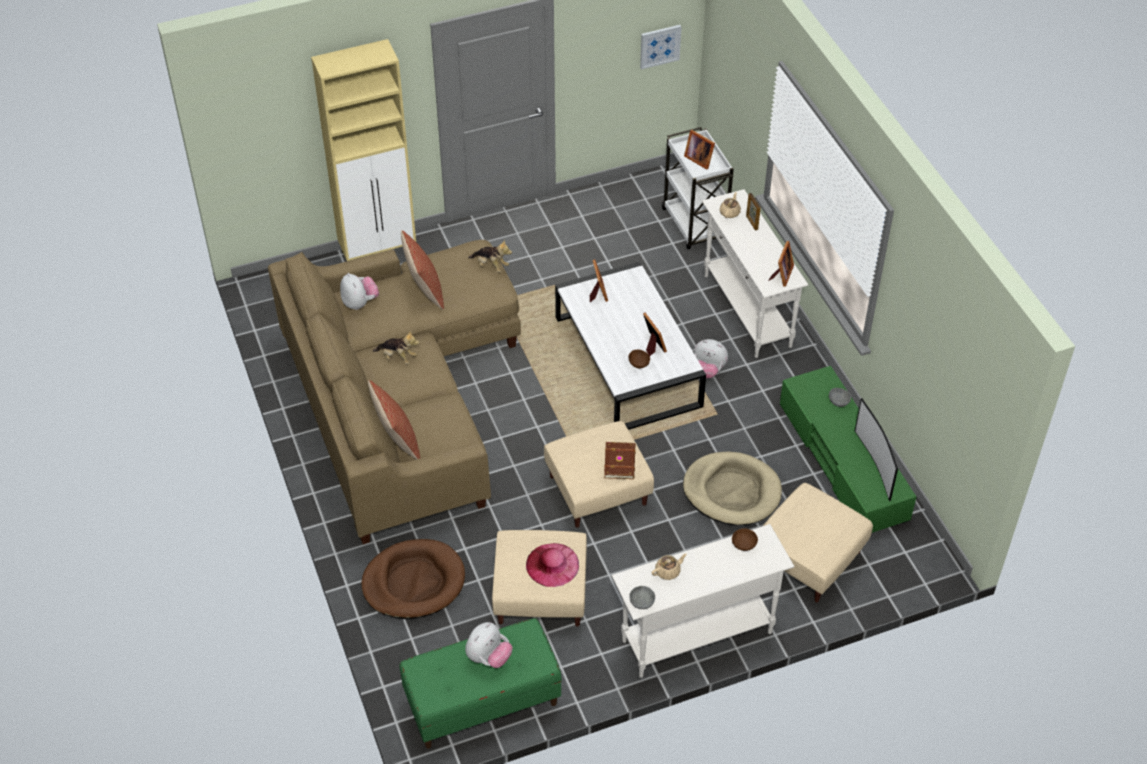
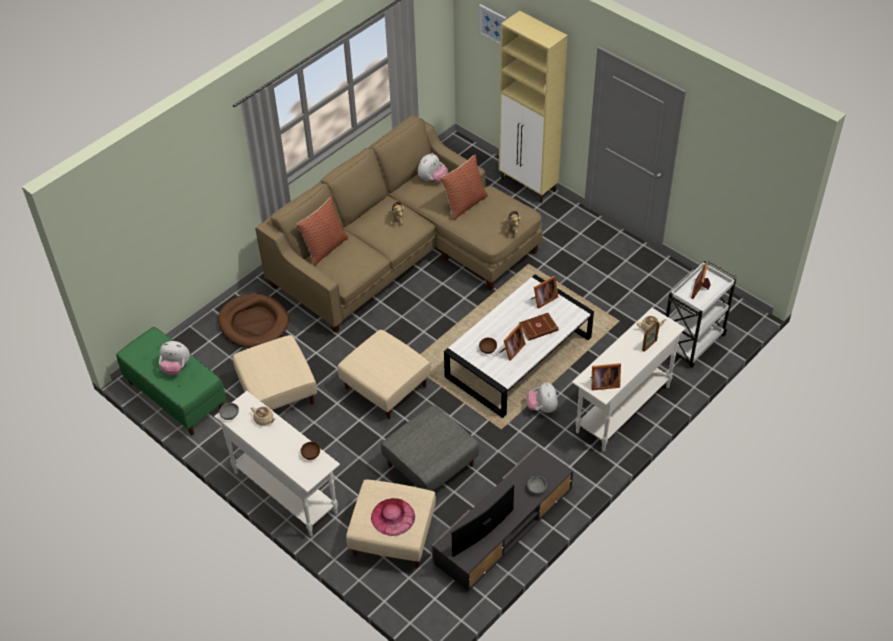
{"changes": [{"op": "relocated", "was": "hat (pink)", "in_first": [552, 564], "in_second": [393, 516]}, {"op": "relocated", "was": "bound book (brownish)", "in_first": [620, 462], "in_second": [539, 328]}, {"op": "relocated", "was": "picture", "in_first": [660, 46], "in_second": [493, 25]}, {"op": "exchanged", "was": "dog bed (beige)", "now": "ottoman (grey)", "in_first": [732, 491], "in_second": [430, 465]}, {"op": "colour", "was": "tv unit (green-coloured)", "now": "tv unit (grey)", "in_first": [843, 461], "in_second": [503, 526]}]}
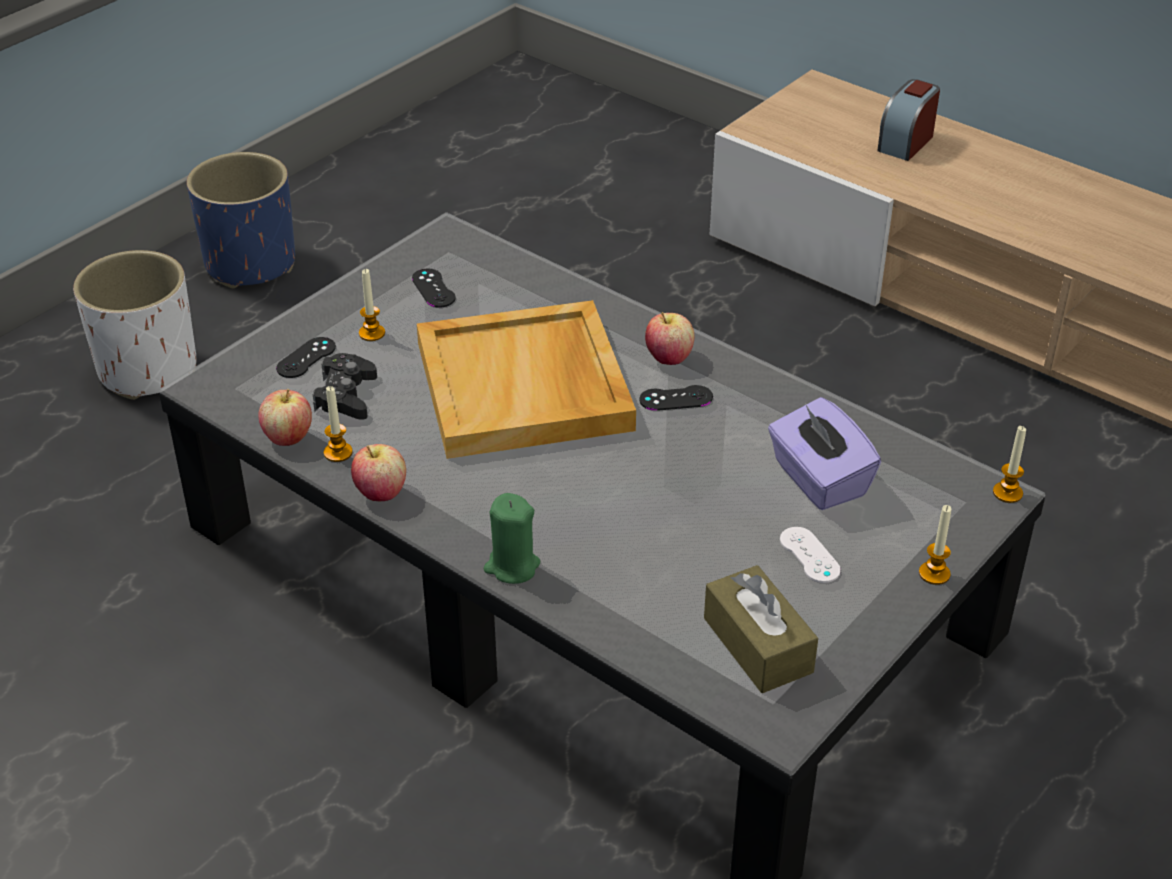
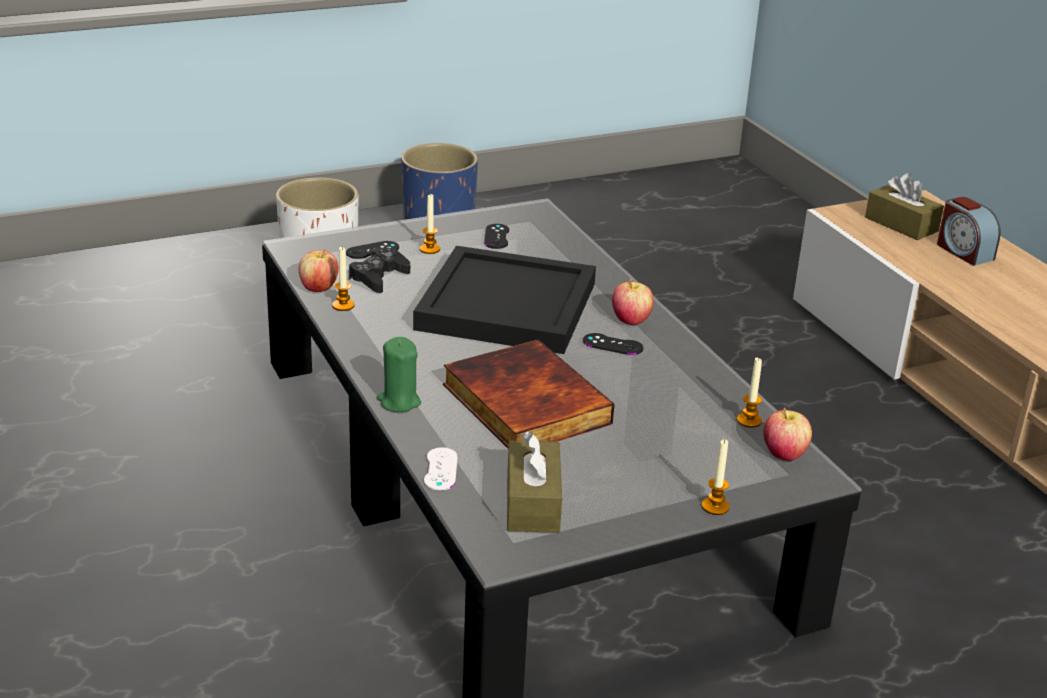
{"changes": [{"op": "missing", "was": "tissue holder (purple)", "in_first": [818, 479]}, {"op": "appeared", "now": "bound book", "in_second": [523, 404]}, {"op": "appeared", "now": "tissue holder (brownish)", "in_second": [901, 224]}, {"op": "relocated", "was": "apple", "in_first": [381, 492], "in_second": [784, 454]}, {"op": "relocated", "was": "gamepad (whitish)", "in_first": [809, 555], "in_second": [440, 469]}, {"op": "relocated", "was": "wax light", "in_first": [1007, 493], "in_second": [749, 420]}, {"op": "colour", "was": "serving tray (beige)", "now": "serving tray (blackish)", "in_first": [525, 387], "in_second": [508, 307]}, {"op": "spun", "was": "table clock", "in_first": [906, 142], "in_second": [963, 251], "clockwise": -90}]}
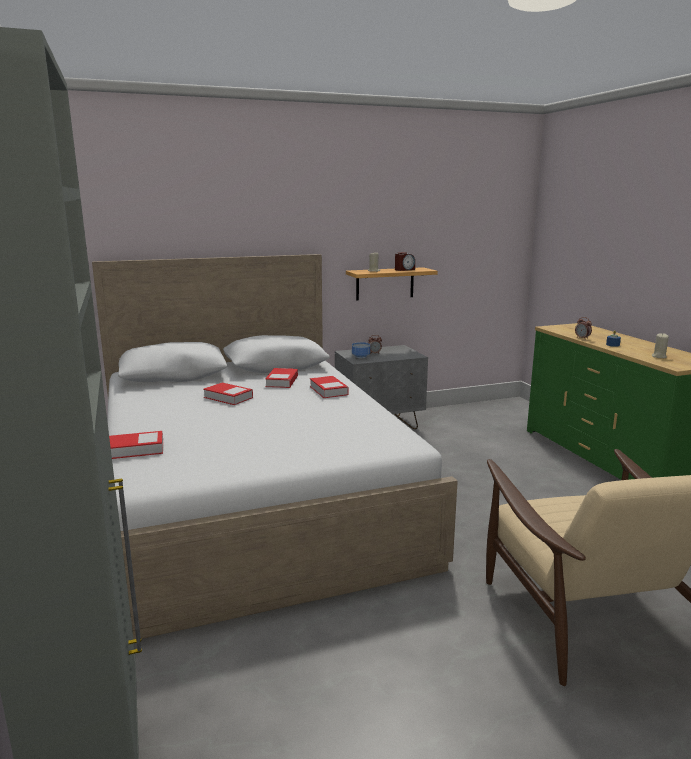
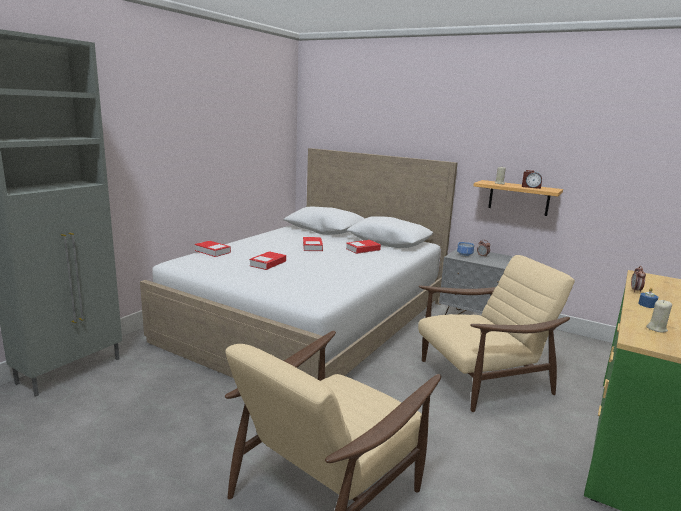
{"changes": [{"op": "appeared", "now": "easy chair (beige)", "in_second": [482, 378]}, {"op": "relocated", "was": "bound book", "in_first": [328, 390], "in_second": [268, 264]}]}
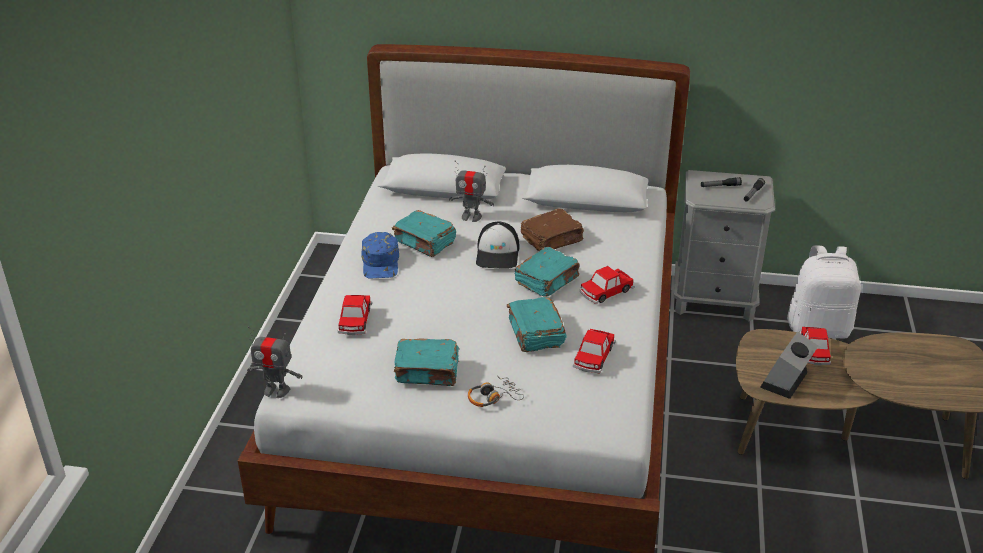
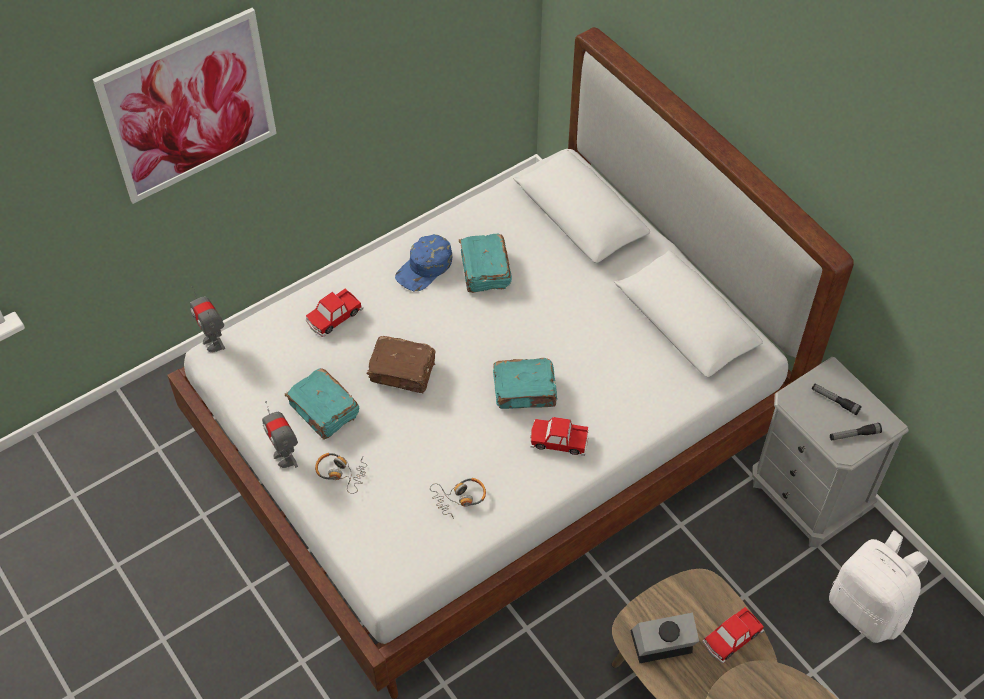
{"changes": [{"op": "missing", "was": "baseball cap", "in_first": [498, 254]}, {"op": "missing", "was": "bound book (turquoise-coloured)", "in_first": [535, 334]}, {"op": "appeared", "now": "picture", "in_second": [189, 106]}, {"op": "relocated", "was": "toy robot", "in_first": [471, 217], "in_second": [285, 457]}, {"op": "relocated", "was": "bound book (brownish)", "in_first": [552, 240], "in_second": [403, 372]}, {"op": "exchanged", "was": "toy car", "now": "headphones", "in_first": [593, 357], "in_second": [459, 498]}]}
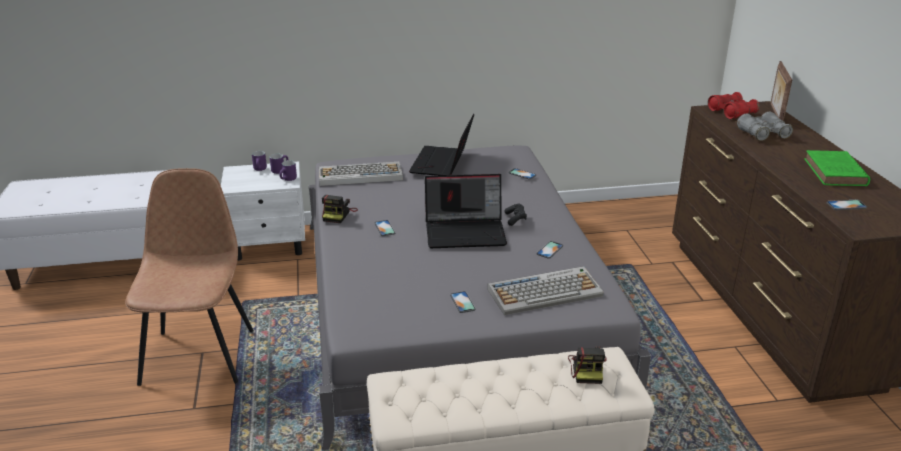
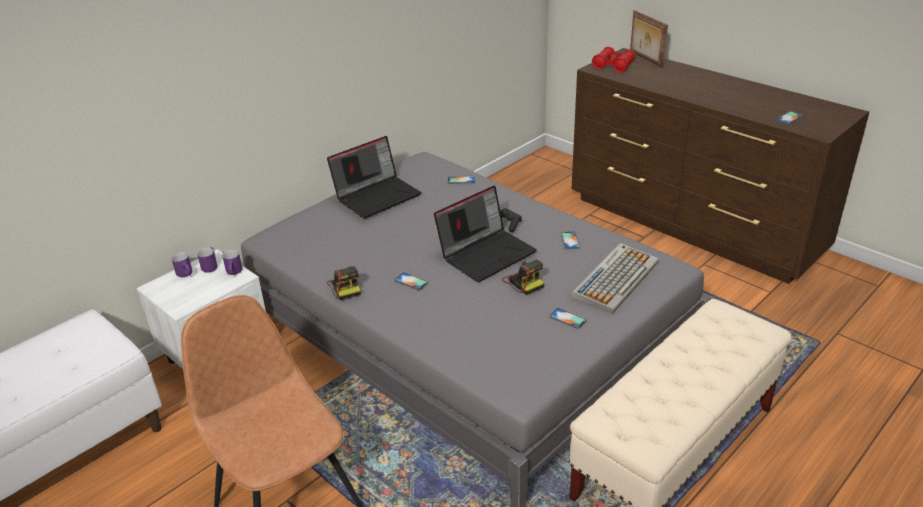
{"changes": [{"op": "missing", "was": "keyboard", "in_first": [359, 175]}, {"op": "missing", "was": "field glasses (grey)", "in_first": [763, 134]}, {"op": "missing", "was": "bound book (green-coloured)", "in_first": [835, 173]}, {"op": "relocated", "was": "photo camera", "in_first": [587, 369], "in_second": [523, 282]}, {"op": "spun", "was": "notebook computer", "in_first": [442, 163], "in_second": [377, 196], "clockwise": -105}]}
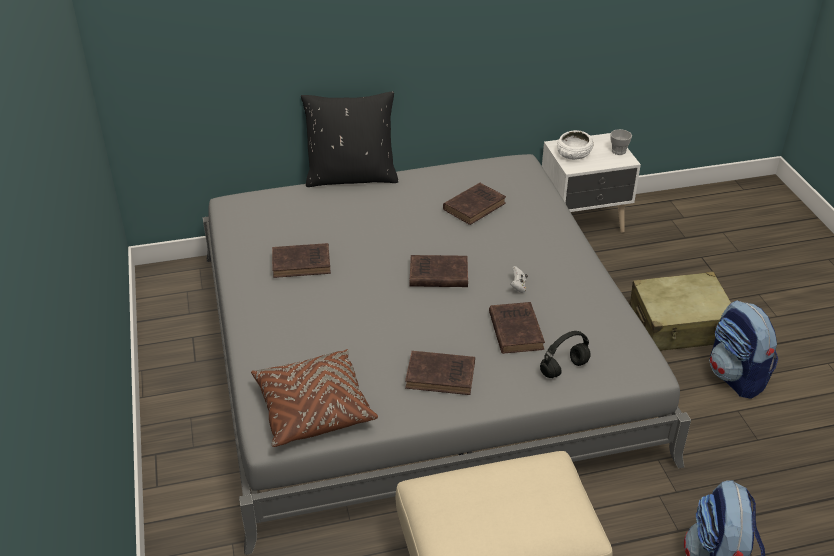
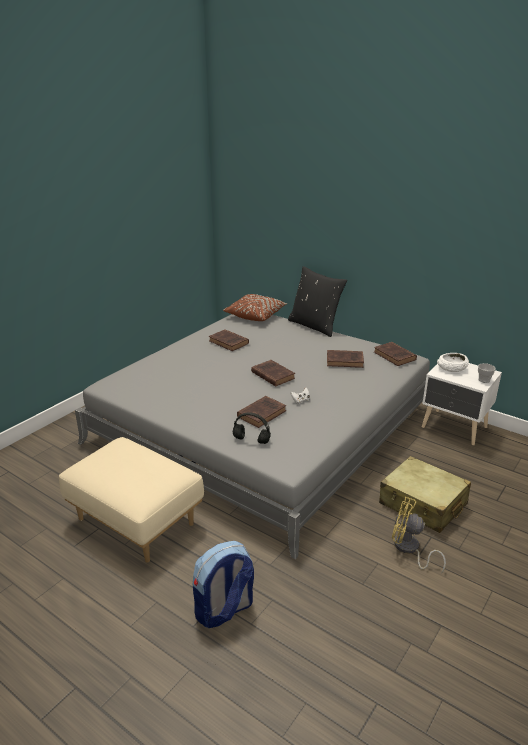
{"changes": [{"op": "relocated", "was": "throw pillow (brownish)", "in_first": [313, 409], "in_second": [255, 315]}, {"op": "relocated", "was": "bound book (brownish)", "in_first": [442, 376], "in_second": [395, 356]}, {"op": "exchanged", "was": "backpack", "now": "fan (yellow-coloured)", "in_first": [736, 377], "in_second": [409, 549]}]}
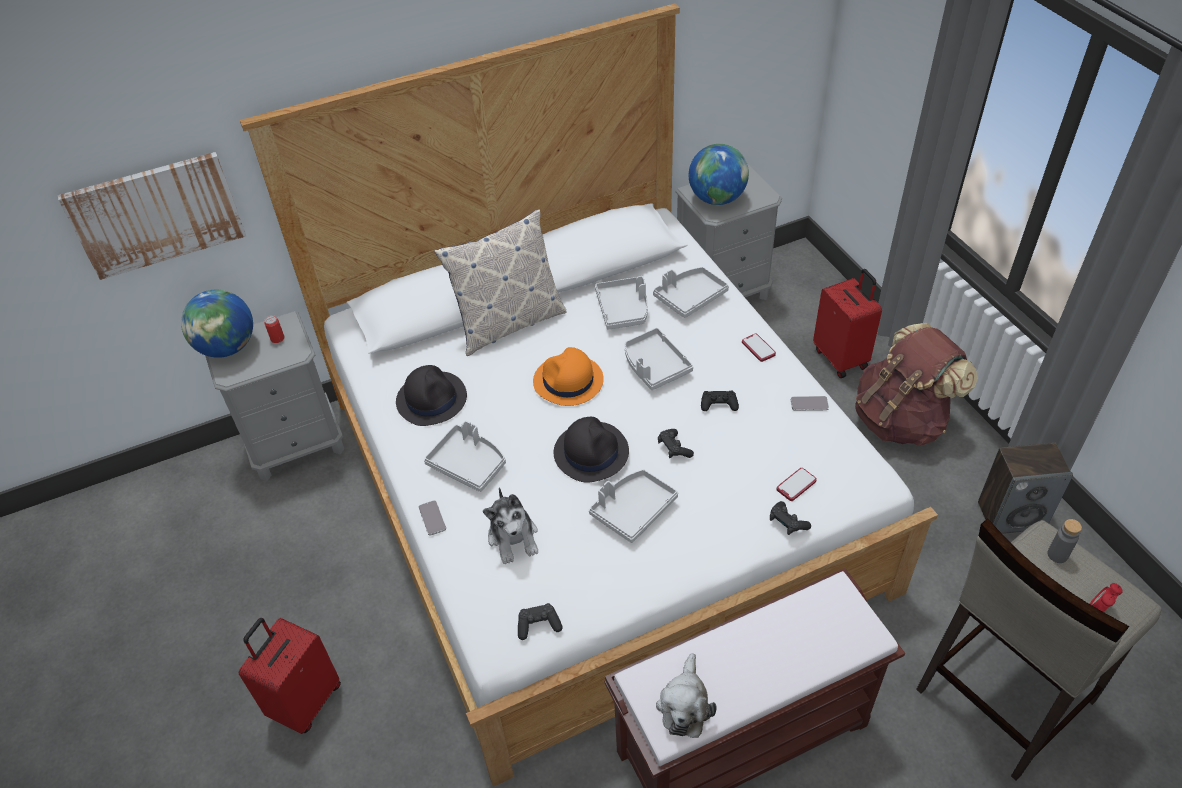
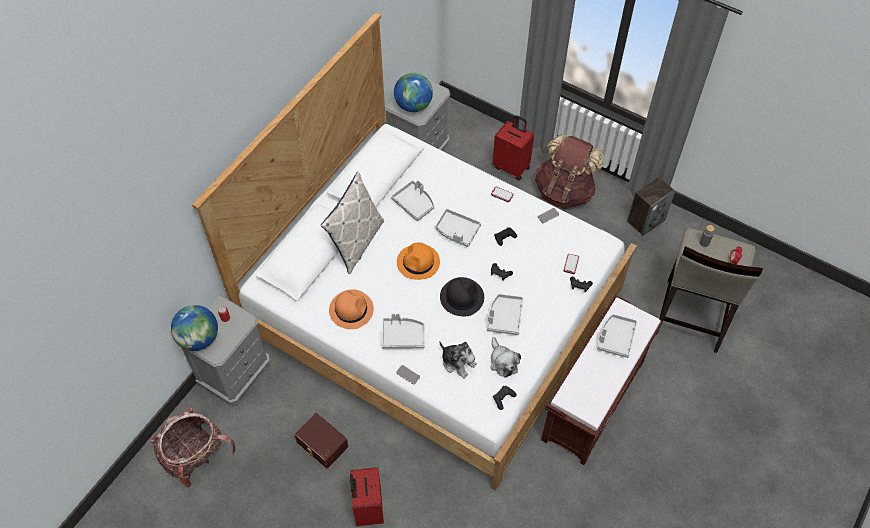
{"changes": [{"op": "missing", "was": "picture", "in_first": [156, 214]}, {"op": "appeared", "now": "backpack", "in_second": [196, 456]}, {"op": "appeared", "now": "storage box (brownish)", "in_second": [321, 445]}, {"op": "relocated", "was": "serving tray (grey)", "in_first": [690, 297], "in_second": [616, 338]}, {"op": "relocated", "was": "cuddly toy", "in_first": [685, 705], "in_second": [502, 362]}, {"op": "colour", "was": "hat (blackish)", "now": "hat (orange-coloured)", "in_first": [431, 399], "in_second": [351, 309]}]}
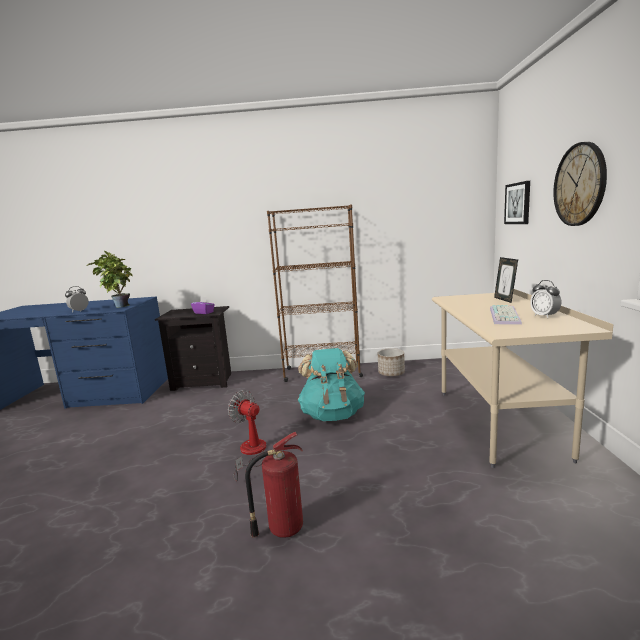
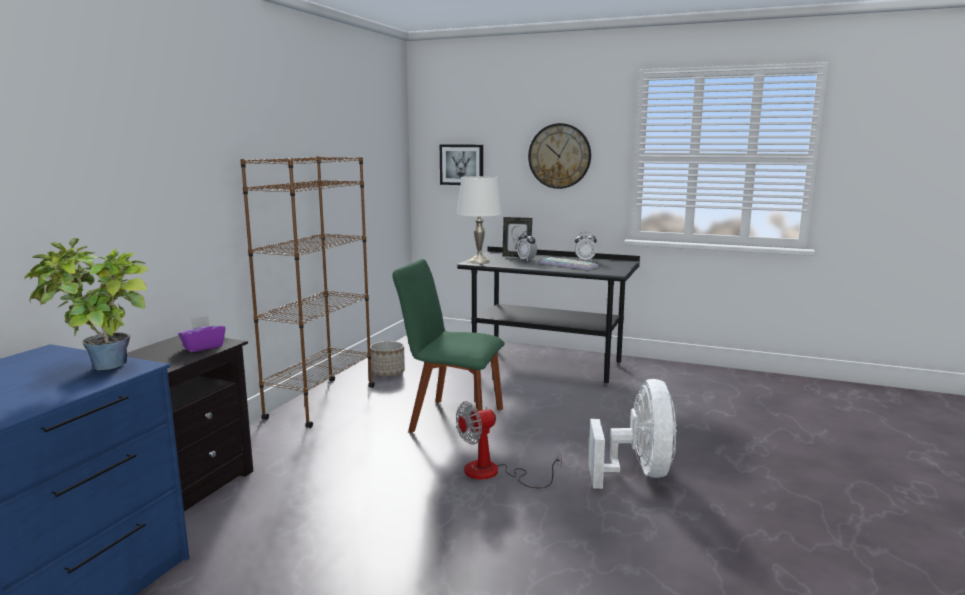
{"changes": [{"op": "appeared", "now": "lamp for a table (whitish)", "in_second": [479, 261]}, {"op": "relocated", "was": "table clock", "in_first": [79, 311], "in_second": [526, 260]}, {"op": "exchanged", "was": "fire-fighting cylinder", "now": "fan (whitish)", "in_first": [283, 528], "in_second": [638, 473]}, {"op": "exchanged", "was": "backpack (turquoise-coloured)", "now": "chair (green-coloured)", "in_first": [332, 414], "in_second": [452, 419]}, {"op": "colour", "was": "desk unit (beige)", "now": "desk unit (blackish)", "in_first": [498, 422], "in_second": [547, 366]}]}
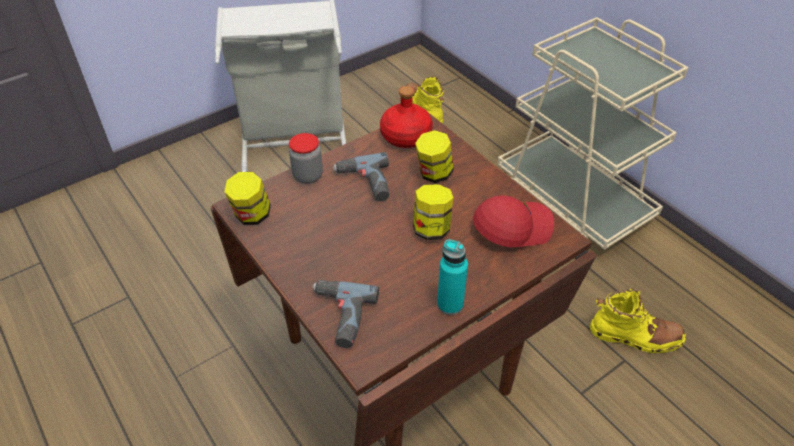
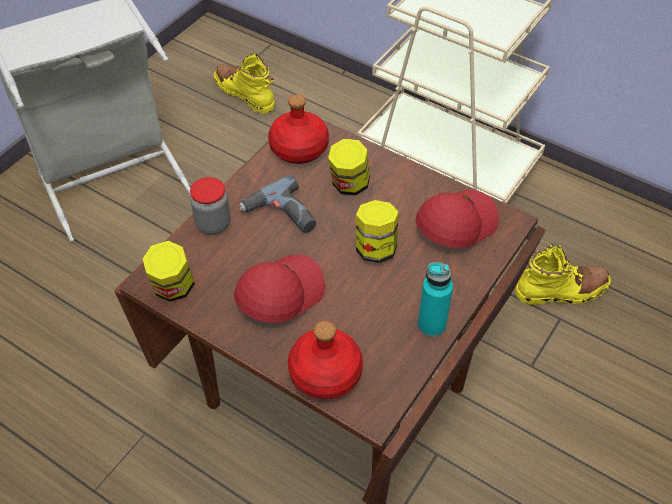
{"changes": [{"op": "appeared", "now": "baseball cap (reddish)", "in_second": [279, 293]}, {"op": "exchanged", "was": "electric drill", "now": "beverage bottle (reddish)", "in_first": [339, 316], "in_second": [326, 373]}]}
